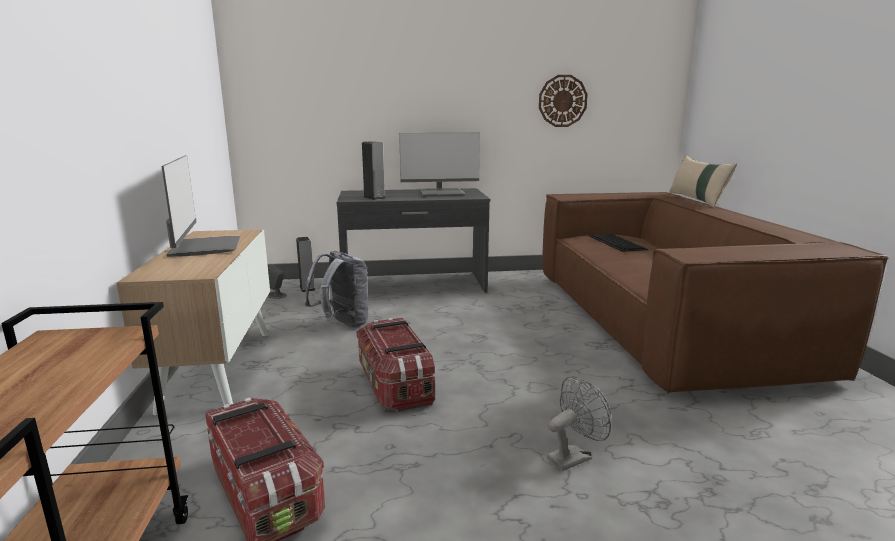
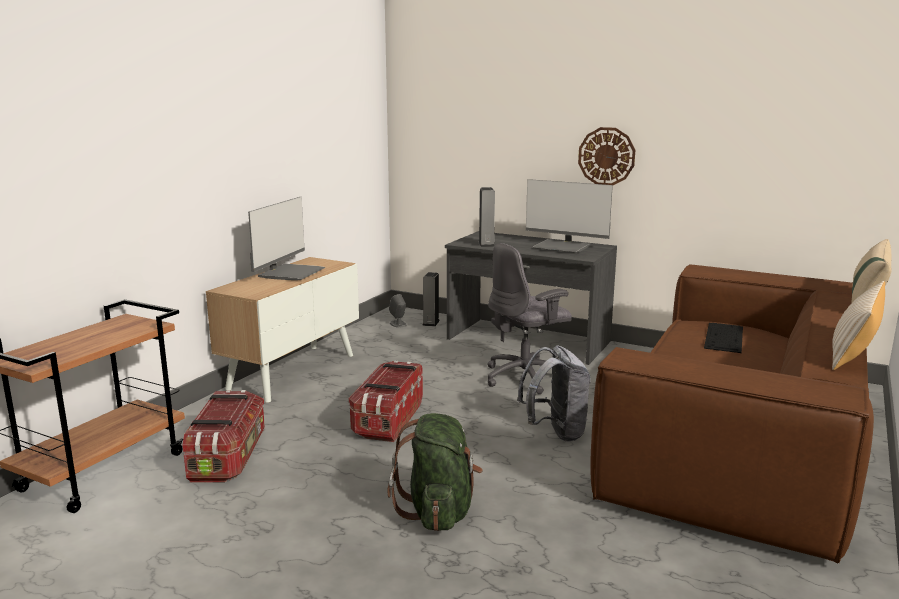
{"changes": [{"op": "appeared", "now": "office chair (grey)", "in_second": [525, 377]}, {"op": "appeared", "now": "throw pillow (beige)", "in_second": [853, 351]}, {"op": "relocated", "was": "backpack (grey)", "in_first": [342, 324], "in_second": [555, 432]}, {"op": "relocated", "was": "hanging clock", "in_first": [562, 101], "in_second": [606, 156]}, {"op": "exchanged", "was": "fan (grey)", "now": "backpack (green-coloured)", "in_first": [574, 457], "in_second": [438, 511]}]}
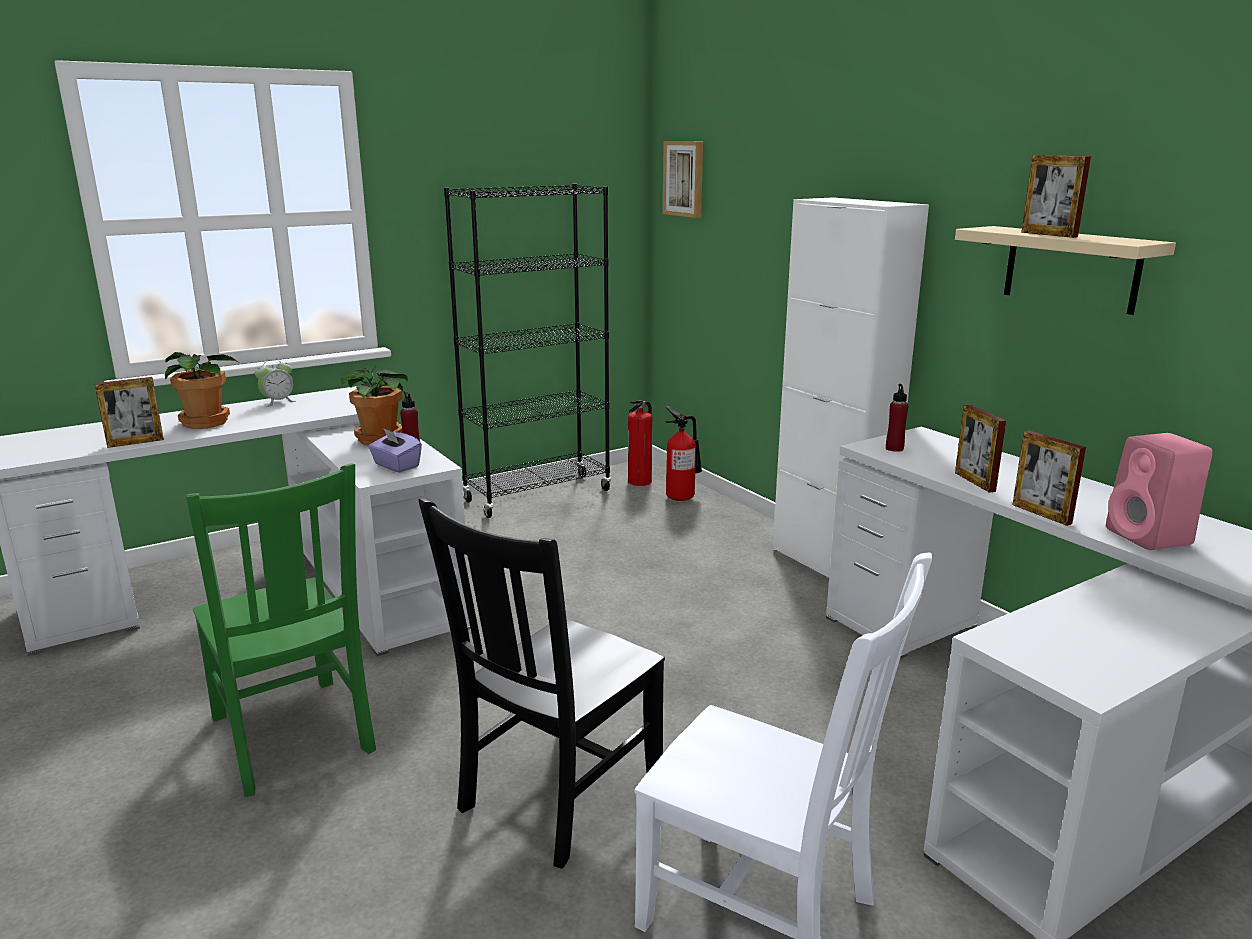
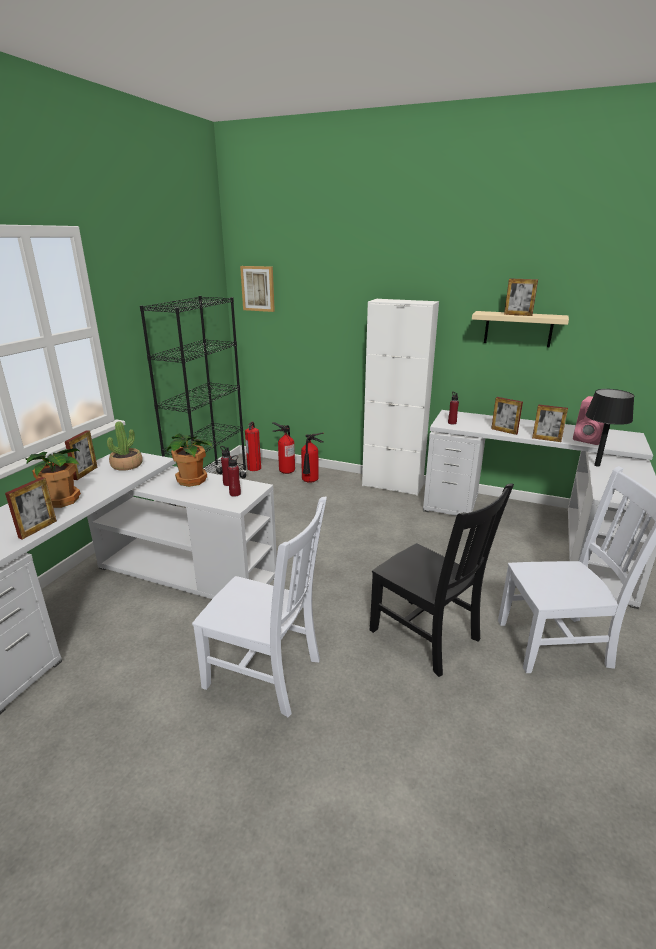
{"changes": [{"op": "appeared", "now": "houseplant", "in_second": [127, 465]}, {"op": "appeared", "now": "fire-fighting cylinder", "in_second": [310, 482]}, {"op": "appeared", "now": "lamp for a table (blackish)", "in_second": [597, 465]}, {"op": "exchanged", "was": "table clock", "now": "picture frame", "in_first": [278, 402], "in_second": [85, 473]}, {"op": "exchanged", "was": "tissue holder (purple)", "now": "beverage bottle (reddish)", "in_first": [396, 466], "in_second": [235, 494]}, {"op": "colour", "was": "chair (green-coloured)", "now": "chair (whitish)", "in_first": [293, 737], "in_second": [266, 674]}, {"op": "spun", "was": "chair (blackish)", "in_first": [557, 795], "in_second": [427, 636], "clockwise": -45}]}
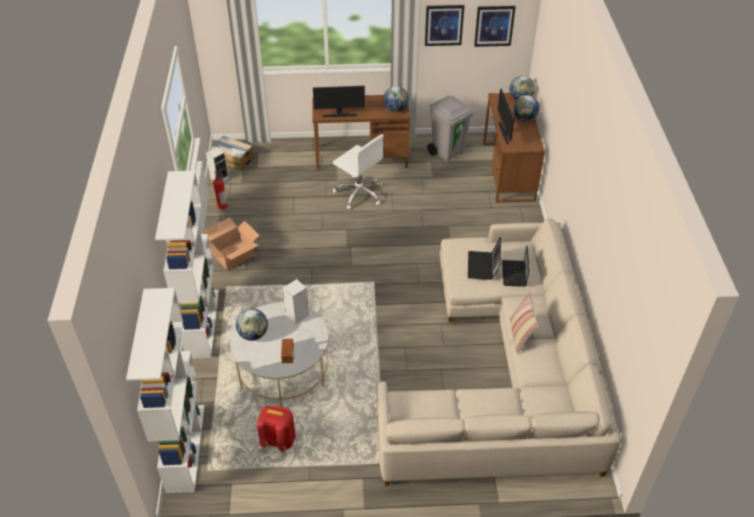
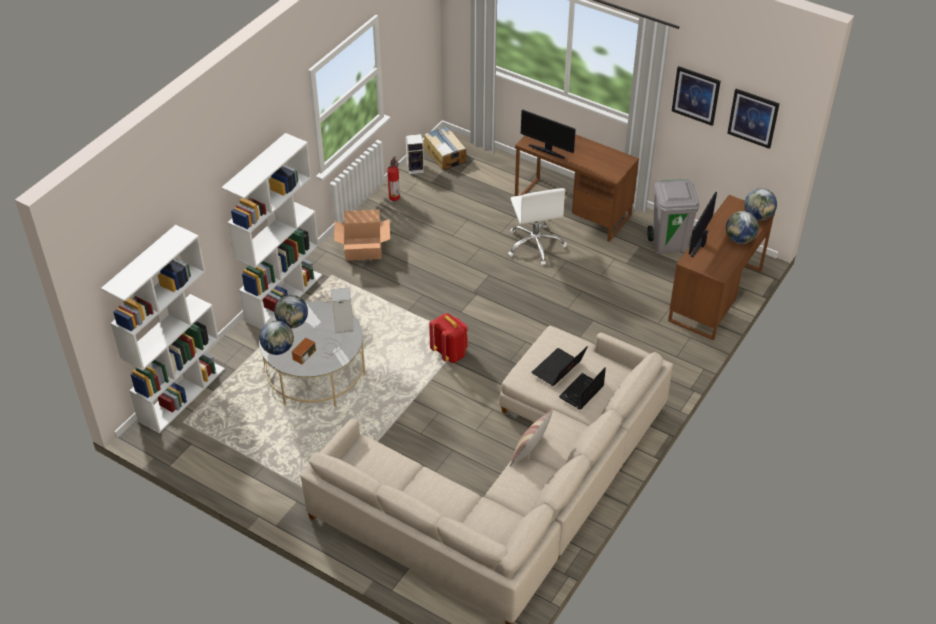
{"changes": [{"op": "relocated", "was": "backpack (reddish)", "in_first": [278, 440], "in_second": [450, 353]}, {"op": "relocated", "was": "desk globe", "in_first": [395, 109], "in_second": [278, 349]}]}
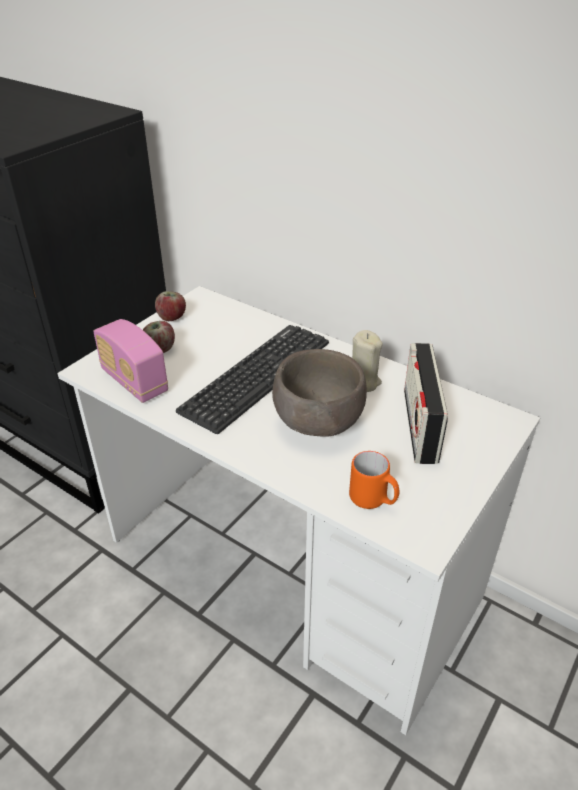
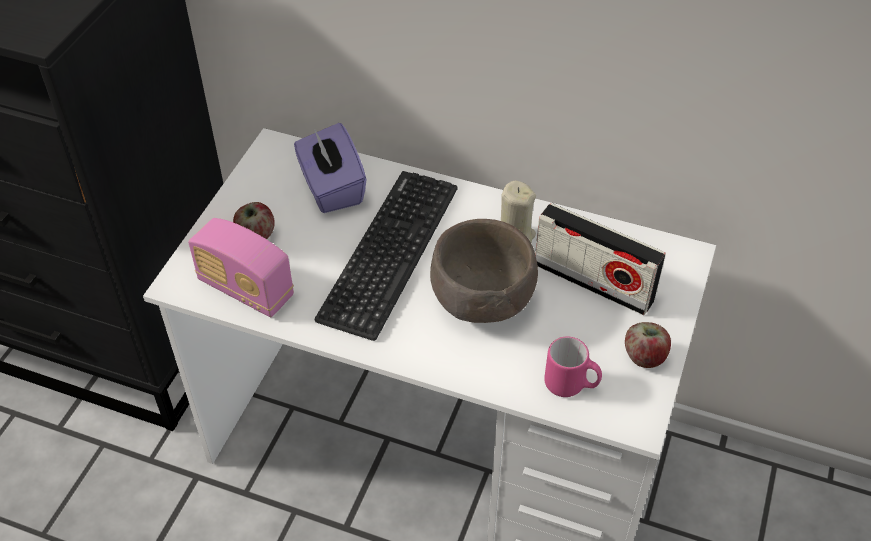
{"changes": [{"op": "appeared", "now": "tissue holder (purple)", "in_second": [331, 187]}, {"op": "relocated", "was": "apple", "in_first": [172, 317], "in_second": [644, 357]}, {"op": "colour", "was": "mug (orange-coloured)", "now": "mug (pink)", "in_first": [373, 500], "in_second": [571, 385]}, {"op": "spun", "was": "radio receiver", "in_first": [420, 425], "in_second": [593, 282], "clockwise": -45}]}
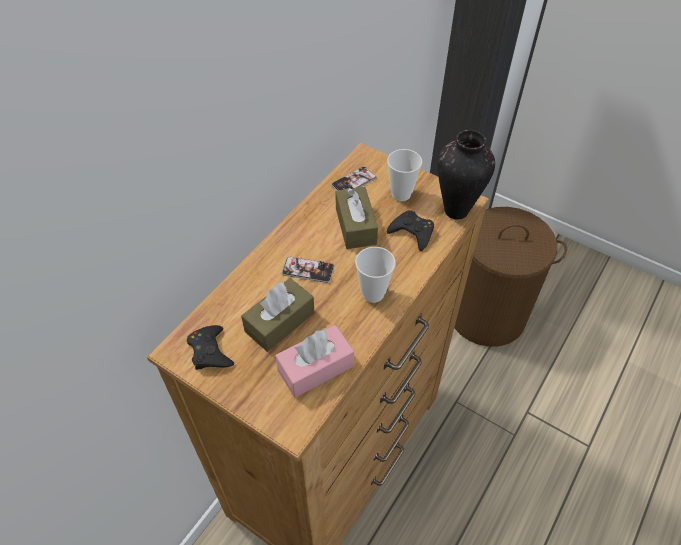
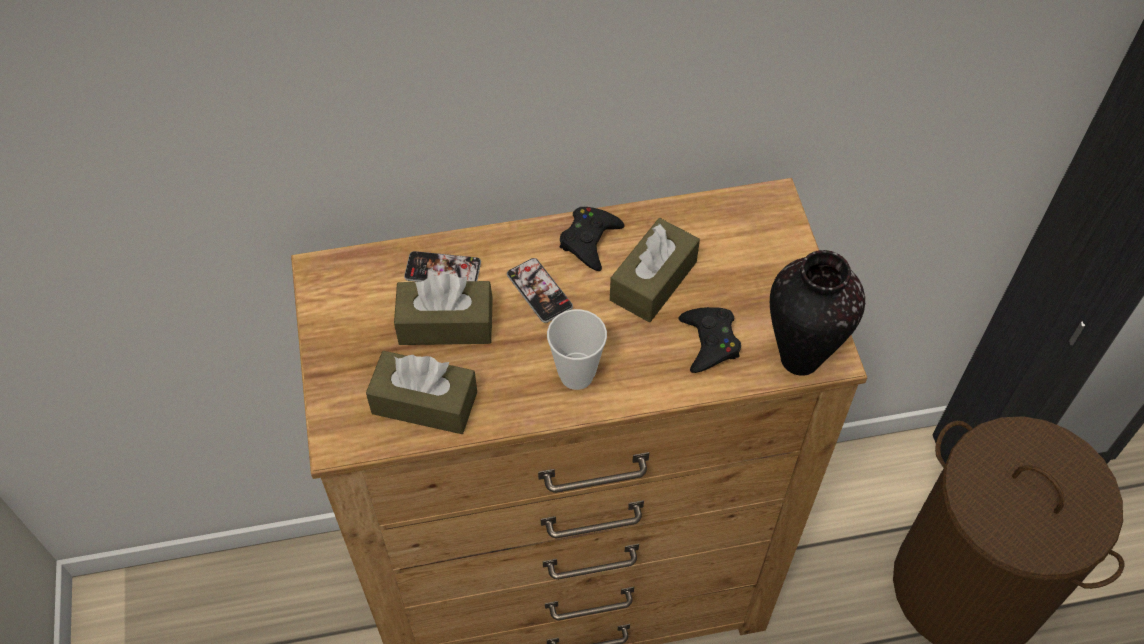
{"changes": [{"op": "missing", "was": "drinking cup", "in_first": [401, 194]}, {"op": "relocated", "was": "gamepad (blackish)", "in_first": [210, 351], "in_second": [589, 241]}, {"op": "relocated", "was": "handset", "in_first": [354, 182], "in_second": [442, 270]}, {"op": "colour", "was": "tissue holder (pink)", "now": "tissue holder (brownish)", "in_first": [315, 368], "in_second": [424, 402]}]}
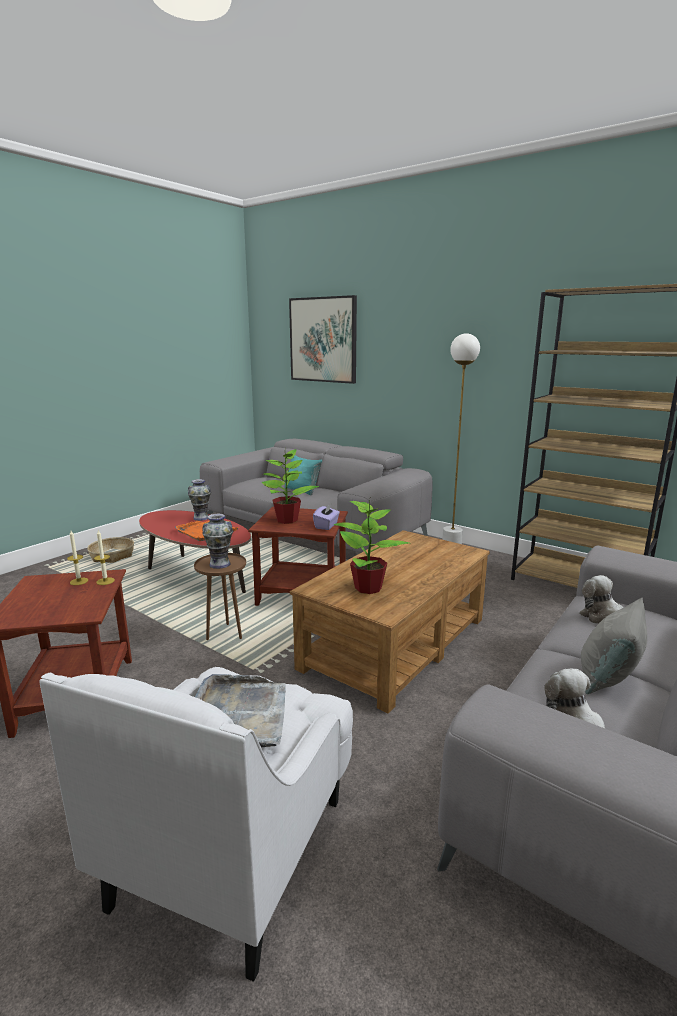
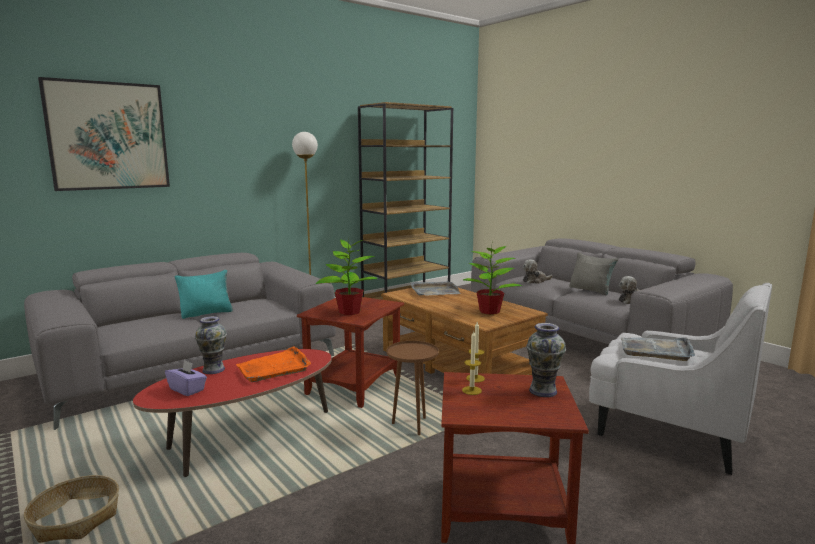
{"changes": [{"op": "appeared", "now": "serving tray (grey)", "in_second": [434, 291]}, {"op": "relocated", "was": "vase", "in_first": [220, 564], "in_second": [542, 391]}, {"op": "relocated", "was": "tissue holder (purple)", "in_first": [326, 526], "in_second": [187, 389]}]}
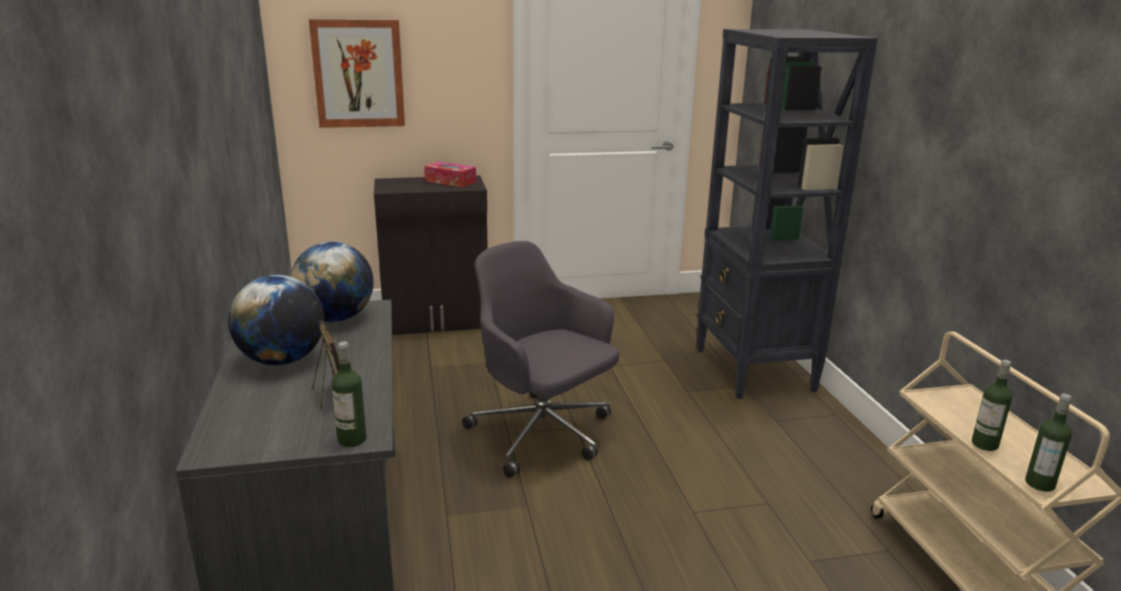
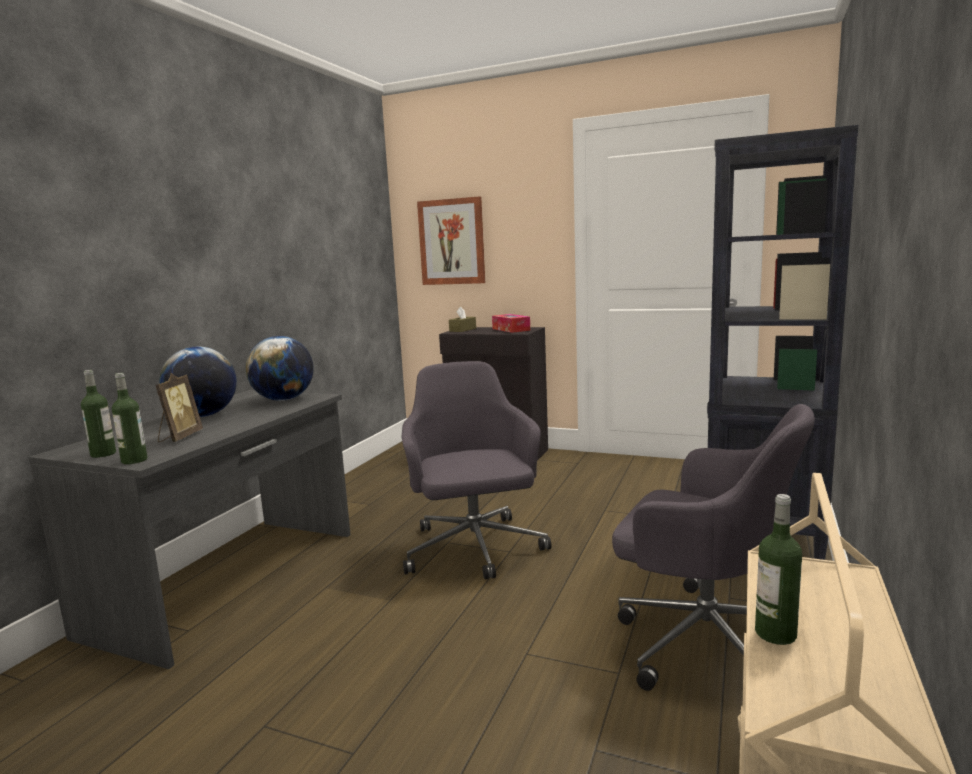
{"changes": [{"op": "appeared", "now": "tissue holder (brownish)", "in_second": [462, 330]}, {"op": "appeared", "now": "office chair (grey)", "in_second": [703, 641]}, {"op": "relocated", "was": "beverage bottle", "in_first": [1039, 484], "in_second": [103, 454]}]}
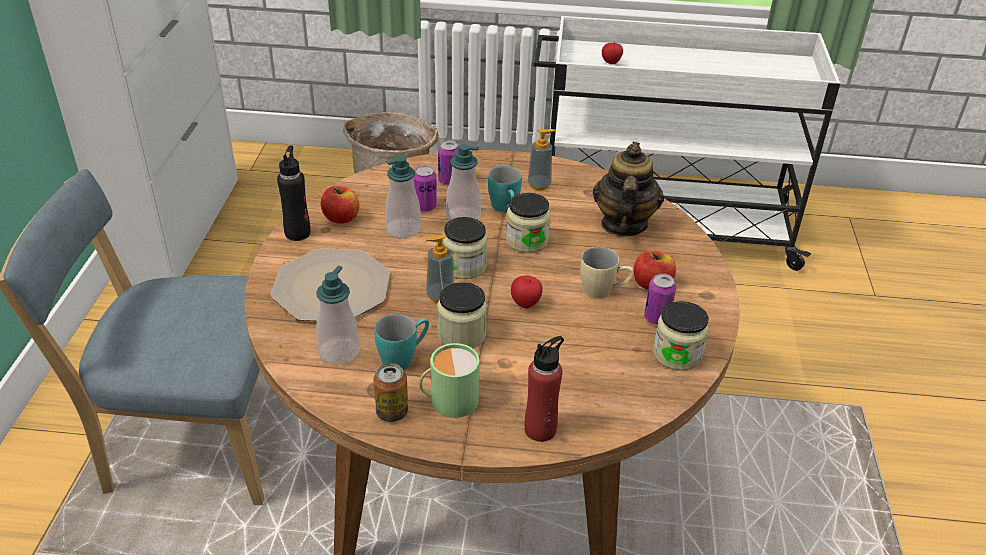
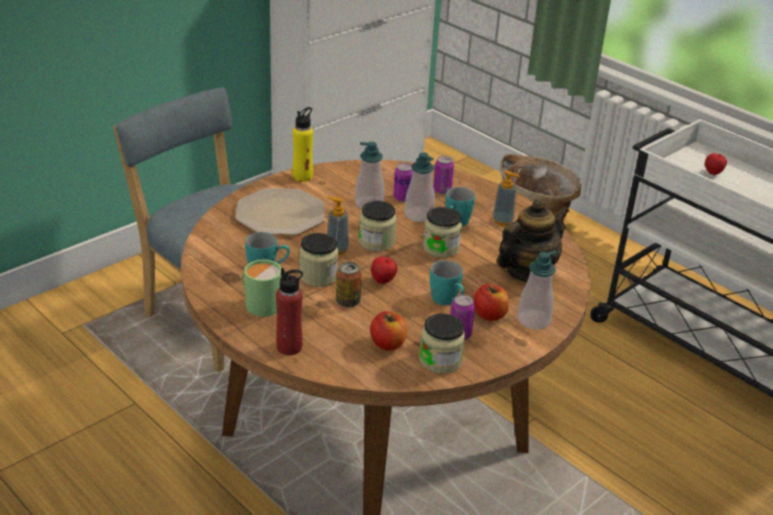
{"changes": [{"op": "relocated", "was": "soap dispenser", "in_first": [339, 352], "in_second": [533, 320]}, {"op": "relocated", "was": "apple", "in_first": [341, 218], "in_second": [388, 344]}, {"op": "relocated", "was": "can", "in_first": [392, 412], "in_second": [348, 302]}, {"op": "colour", "was": "beverage bottle (blackish)", "now": "beverage bottle (yellow-coloured)", "in_first": [297, 233], "in_second": [302, 176]}, {"op": "colour", "was": "mug (beige)", "now": "mug (turquoise-coloured)", "in_first": [603, 291], "in_second": [447, 301]}]}
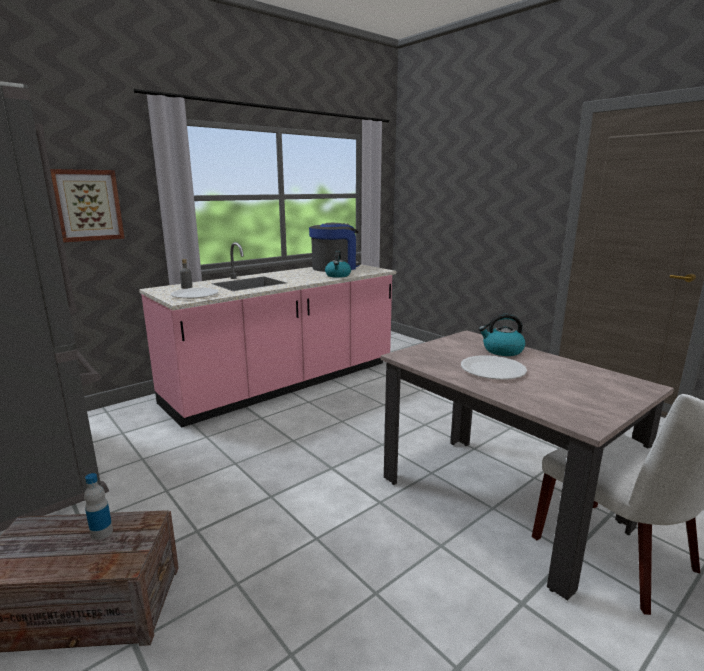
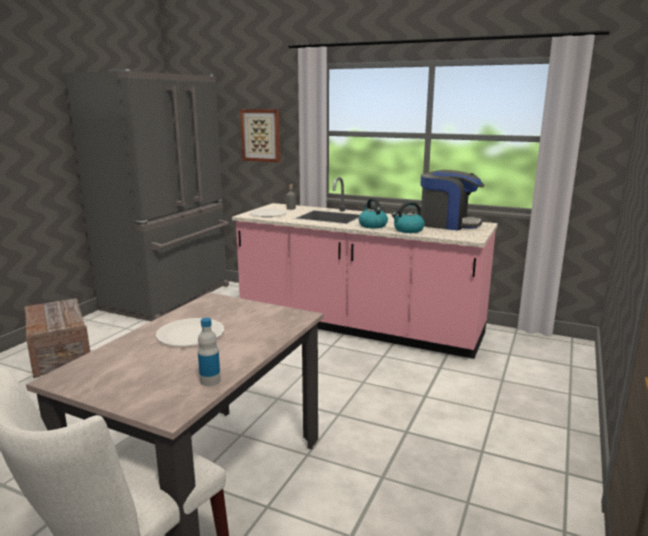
{"changes": [{"op": "relocated", "was": "beverage bottle", "in_first": [101, 532], "in_second": [210, 381]}, {"op": "relocated", "was": "water kettle", "in_first": [502, 351], "in_second": [372, 225]}]}
